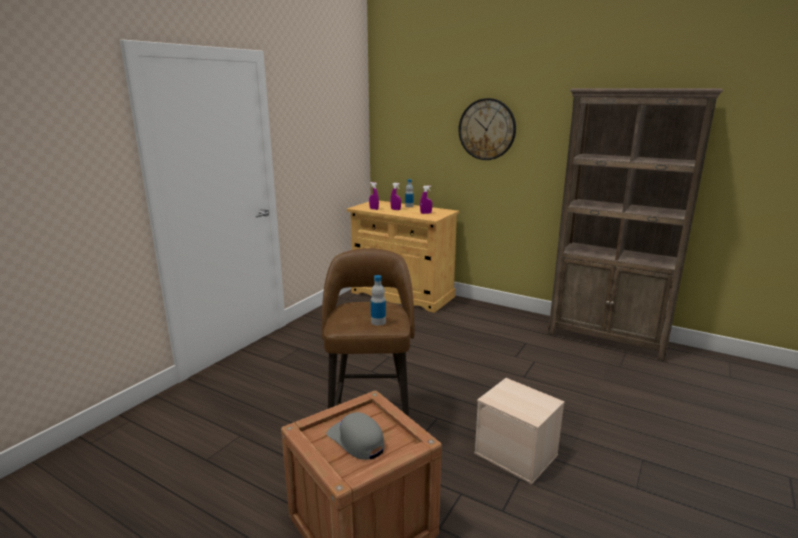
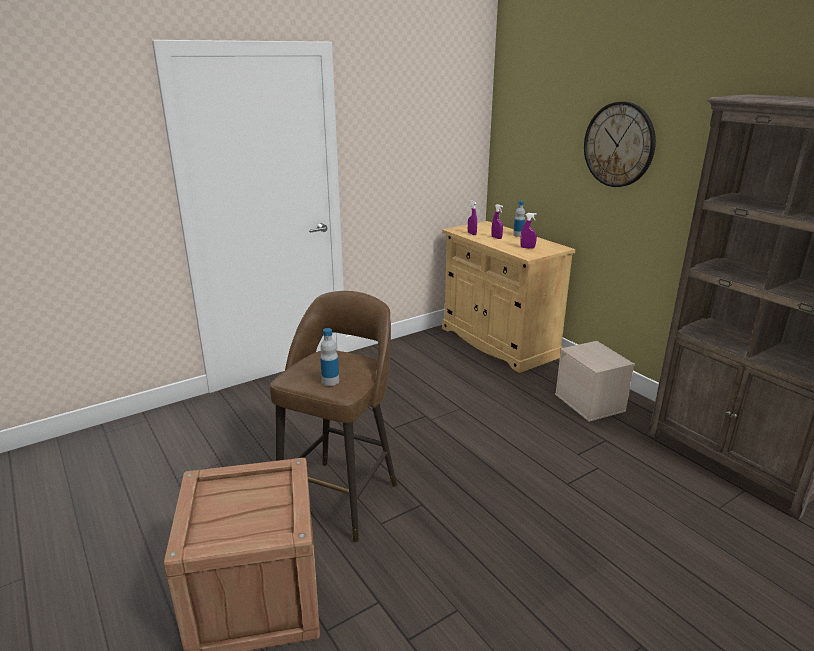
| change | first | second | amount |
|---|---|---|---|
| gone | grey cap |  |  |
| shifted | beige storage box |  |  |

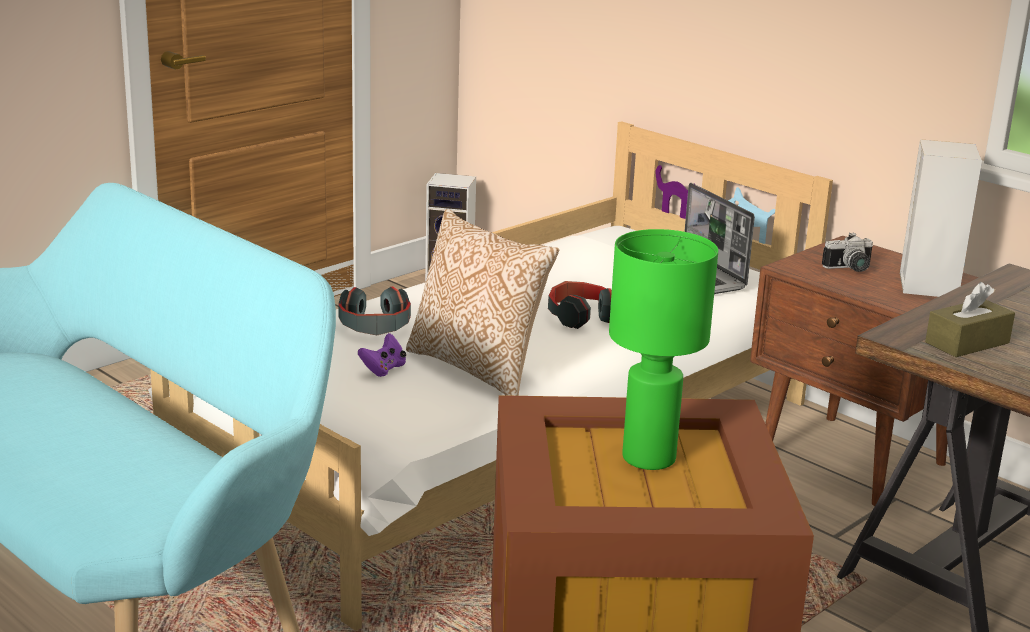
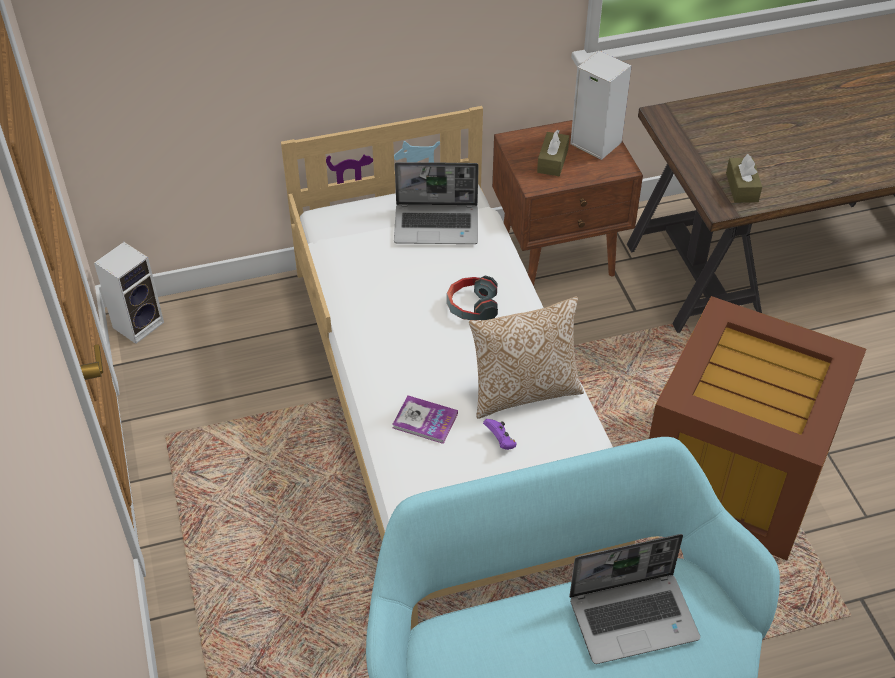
| change | first | second | amount |
|---|---|---|---|
| swapped | headphones (no. 1 from left) | book |  |
| gone | green table lamp |  |  |
| swapped | photo camera | brown tissue box (no. 1 from left) |  |
| new |  | laptop (no. 2 from left) |  |

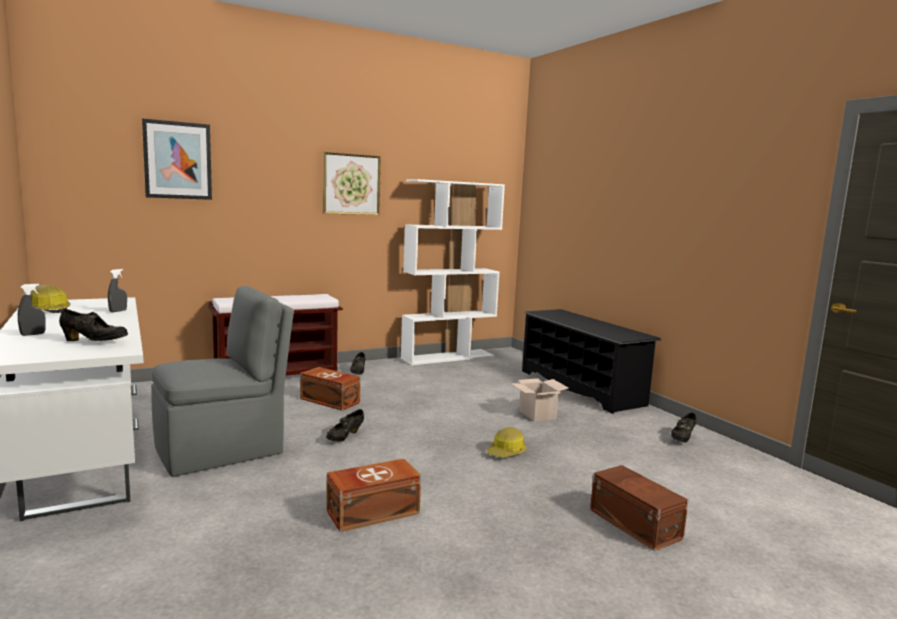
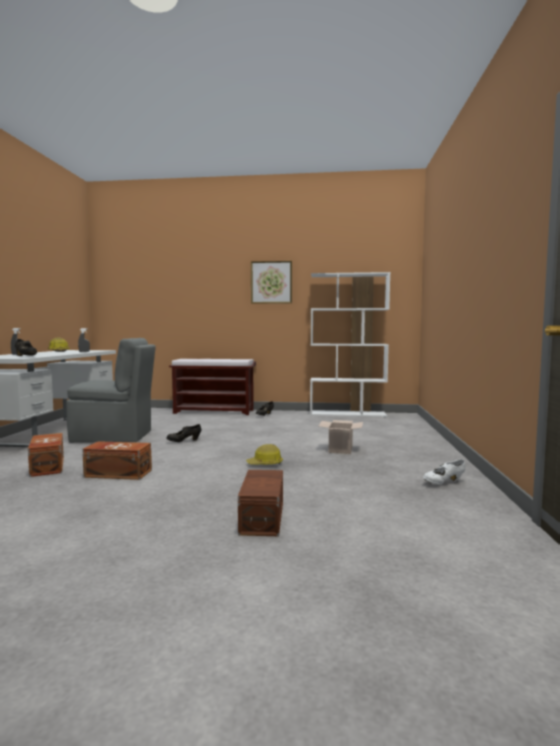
| change | first | second | amount |
|---|---|---|---|
| gone | picture (no. 1 from left) |  |  |
| shifted | brown storage box (no. 1 from left) |  |  |
| gone | black shoe rack |  |  |
| repainted | black shoe (no. 4 from left) | white shoe |  |

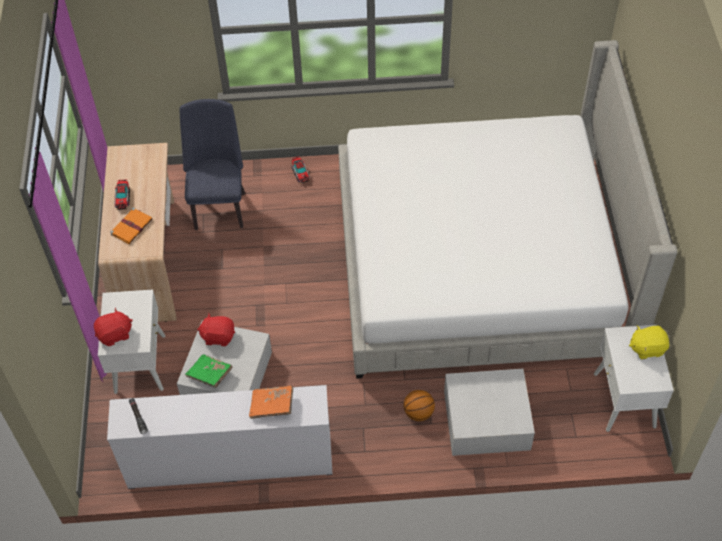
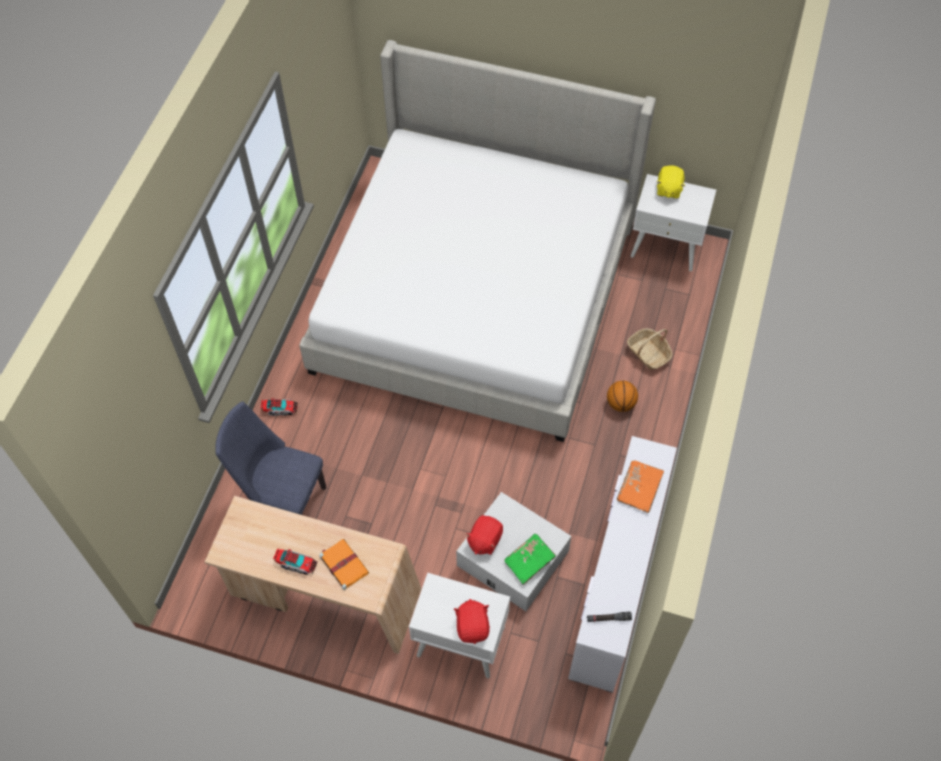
| change | first | second | amount |
|---|---|---|---|
| swapped | white storage box (no. 2 from left) | basket |  |

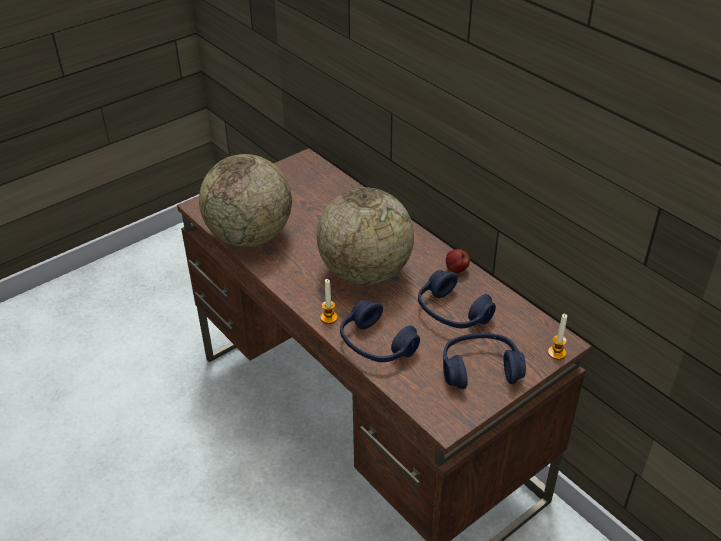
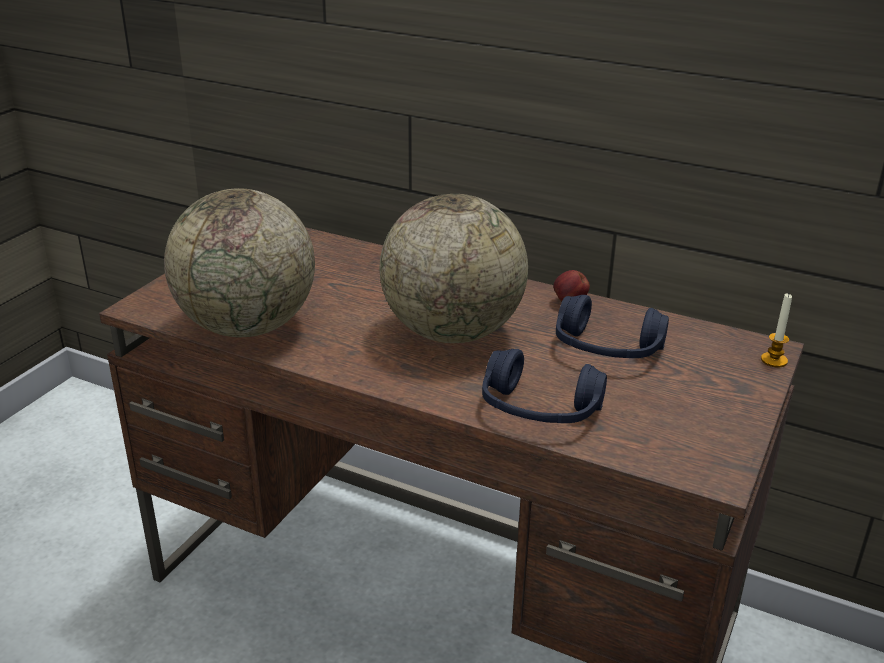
| change | first | second | amount |
|---|---|---|---|
| gone | candle (no. 1 from left) |  |  |
| gone | blue headphones (no. 3 from left) |  |  |

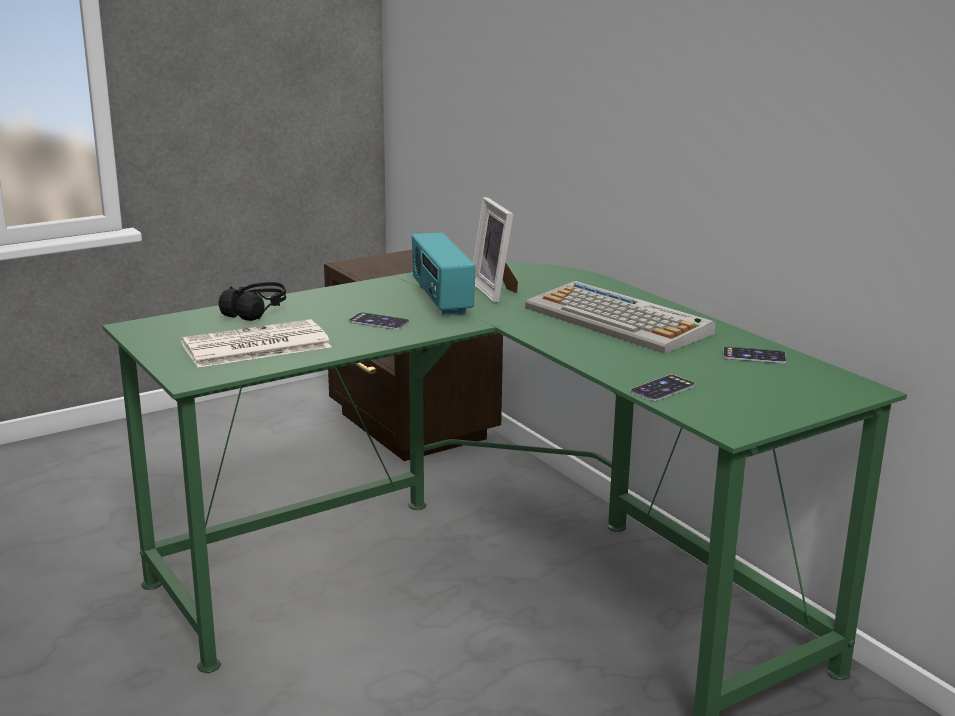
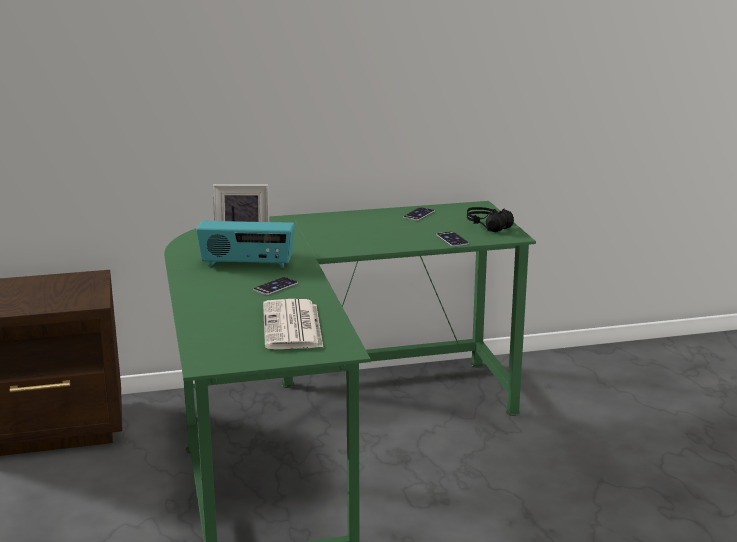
| change | first | second | amount |
|---|---|---|---|
| shifted | black headphones |  |  |
| gone | keyboard |  |  |

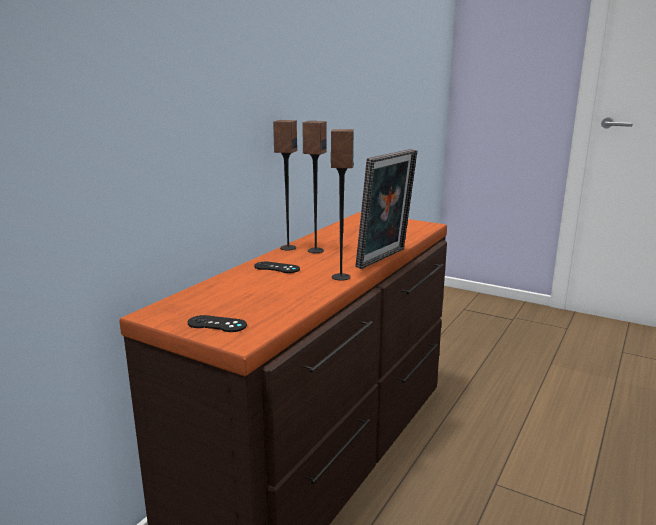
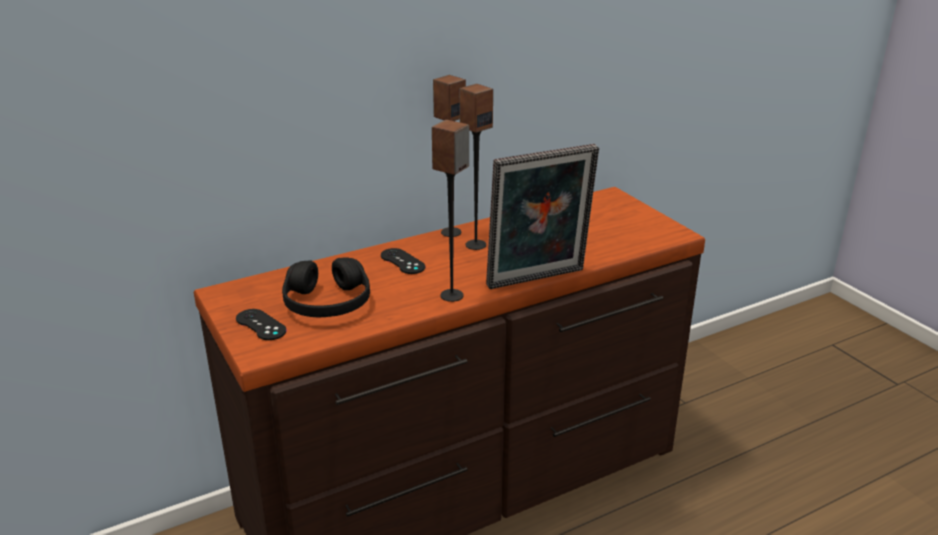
| change | first | second | amount |
|---|---|---|---|
| new |  | black headphones |  |

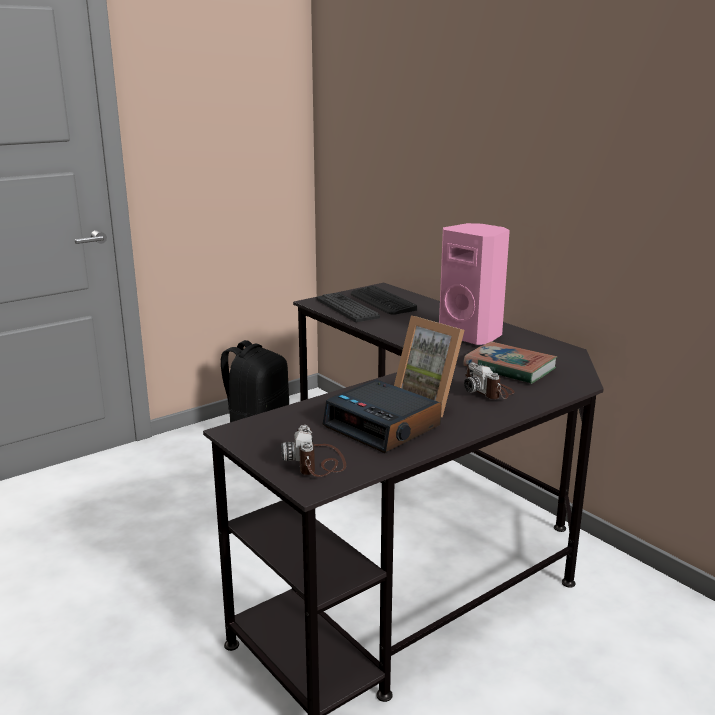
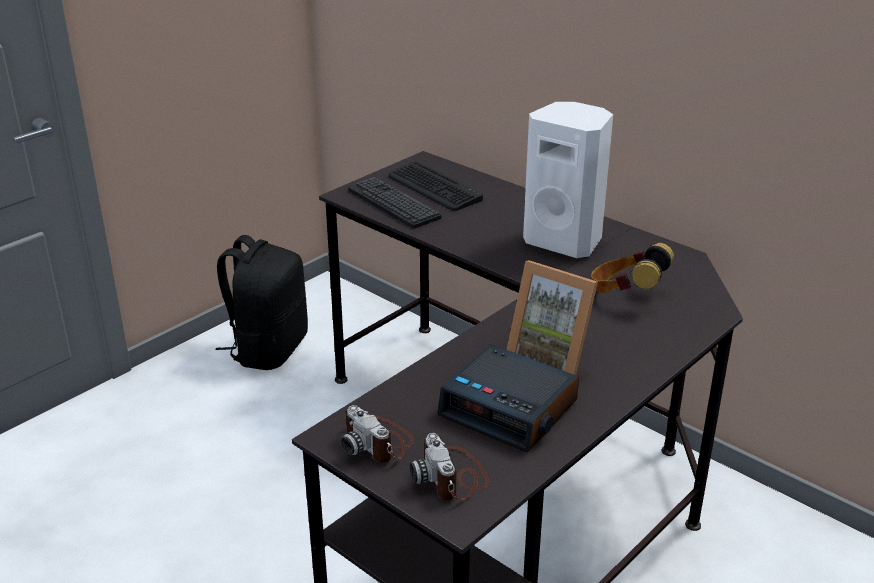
| change | first | second | amount |
|---|---|---|---|
| repainted | pink speaker | white speaker |  |
| swapped | book | headphones |  |
| shifted | photo camera (no. 2 from left in the first image) | photo camera (no. 1 from left) |  |

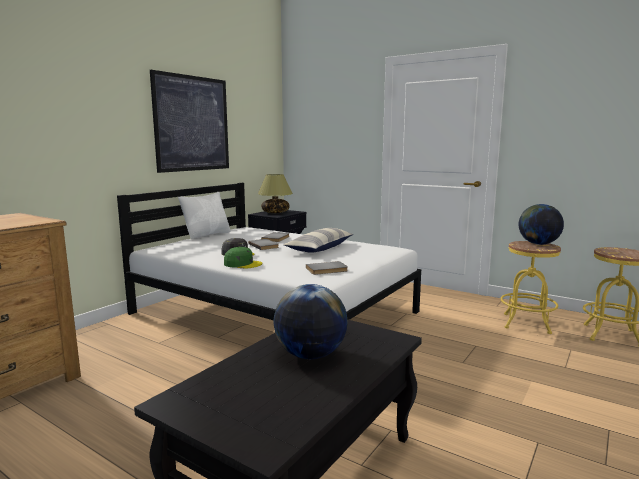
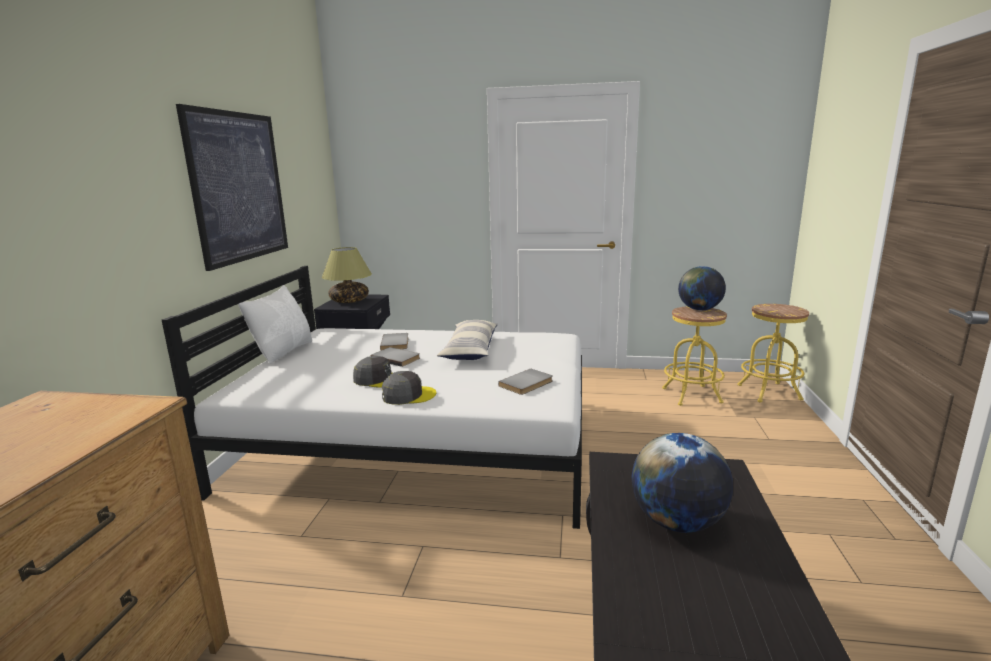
| change | first | second | amount |
|---|---|---|---|
| repainted | green cap | grey cap (no. 2 from left) |  |

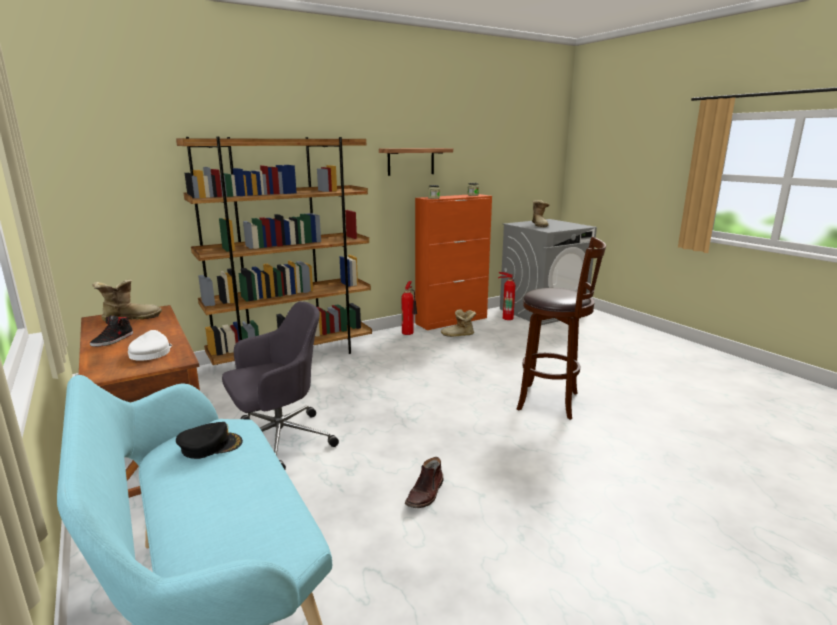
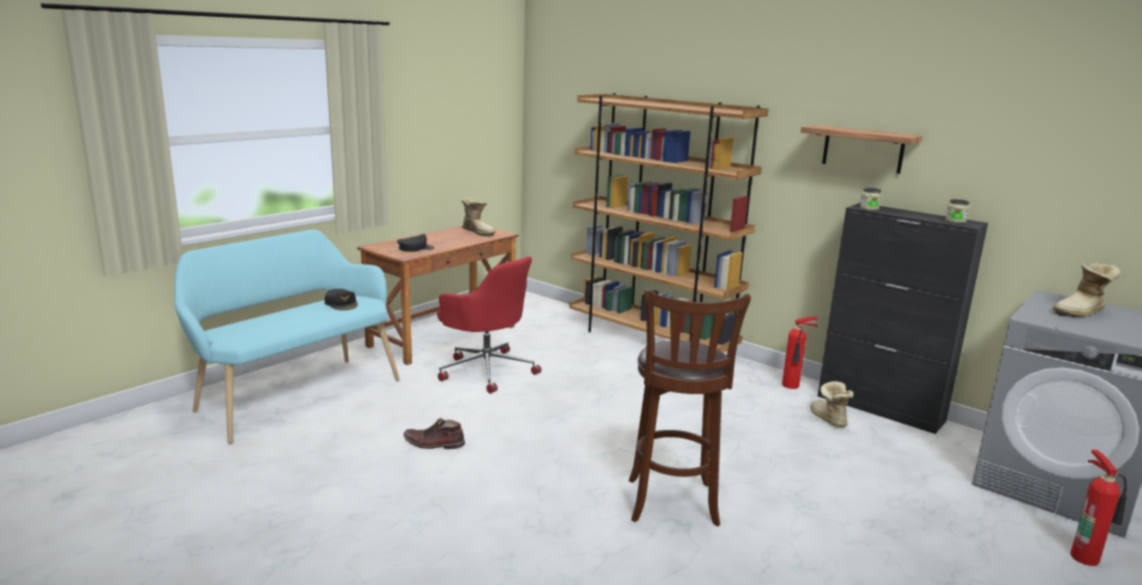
| change | first | second | amount |
|---|---|---|---|
| gone | black shoe |  |  |
| repainted | white cap | black cap (no. 2 from left) |  |
| repainted | grey office chair | red office chair |  |
| repainted | orange cabinet | black cabinet |  |
| shifted | fire extinguisher (no. 2 from left) |  |  |

